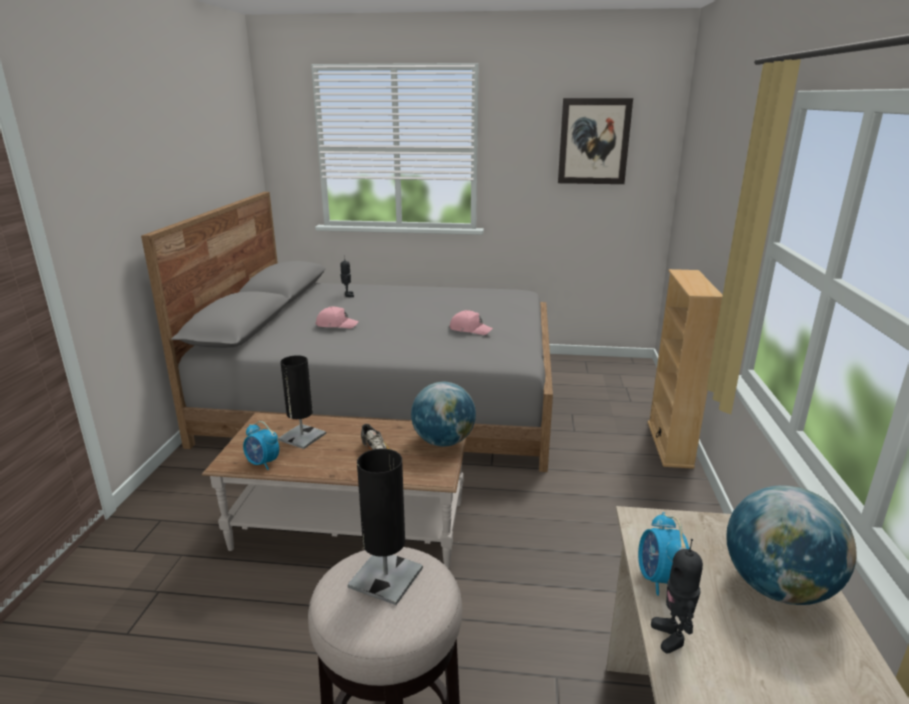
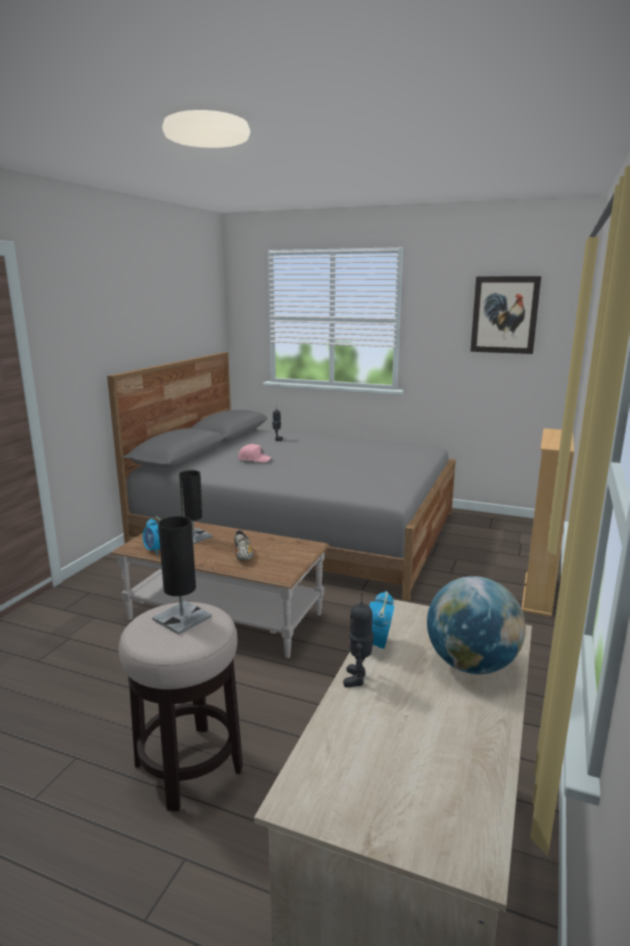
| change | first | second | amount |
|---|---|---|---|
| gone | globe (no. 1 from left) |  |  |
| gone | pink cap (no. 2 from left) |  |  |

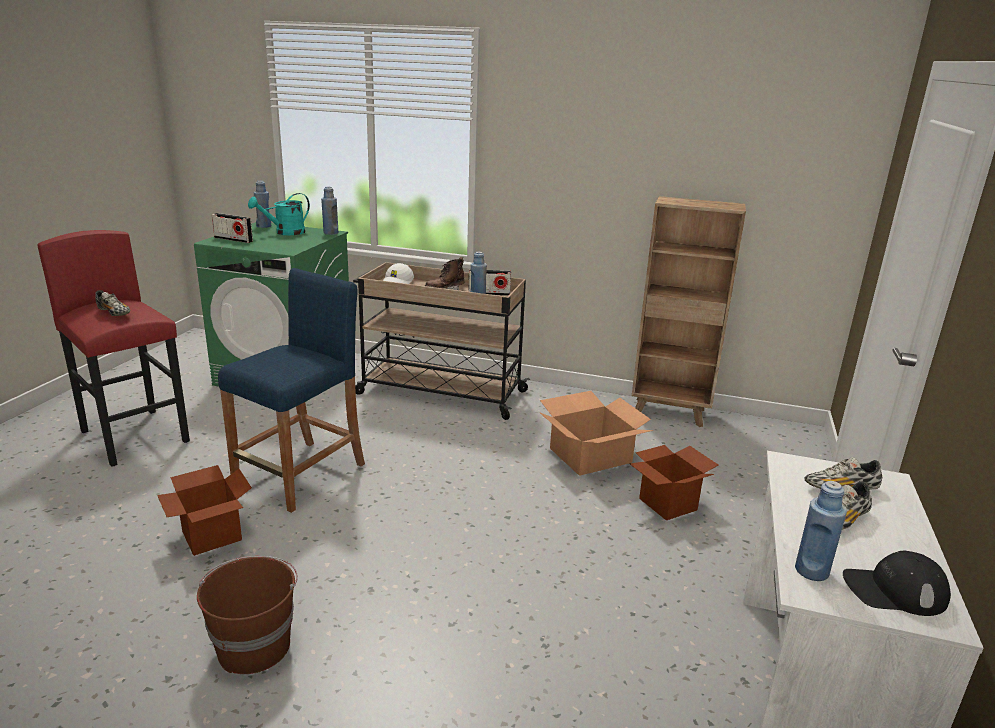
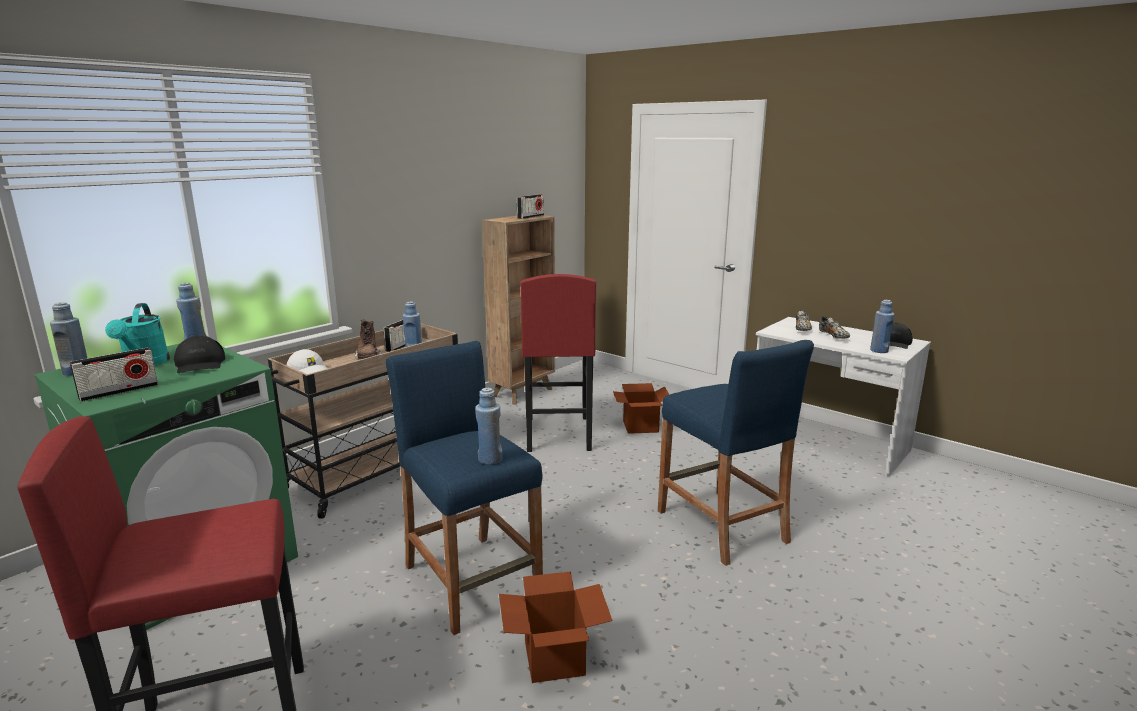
| change | first | second | amount |
|---|---|---|---|
| gone | shoe (no. 1 from left) |  |  |
| gone | brown bucket |  |  |
| swapped | cardboard box (no. 2 from left) | red stool (no. 2 from left) |  |
| new |  | black cap (no. 1 from left) |  |
| new |  | blue bottle (no. 4 from left) |  |
| new |  | radio (no. 3 from left) |  |
| new |  | blue stool (no. 2 from left) |  |

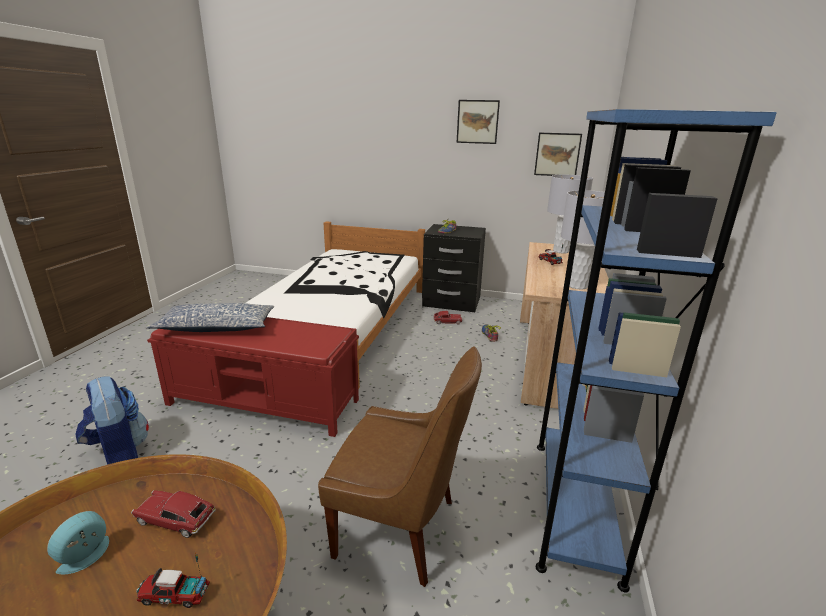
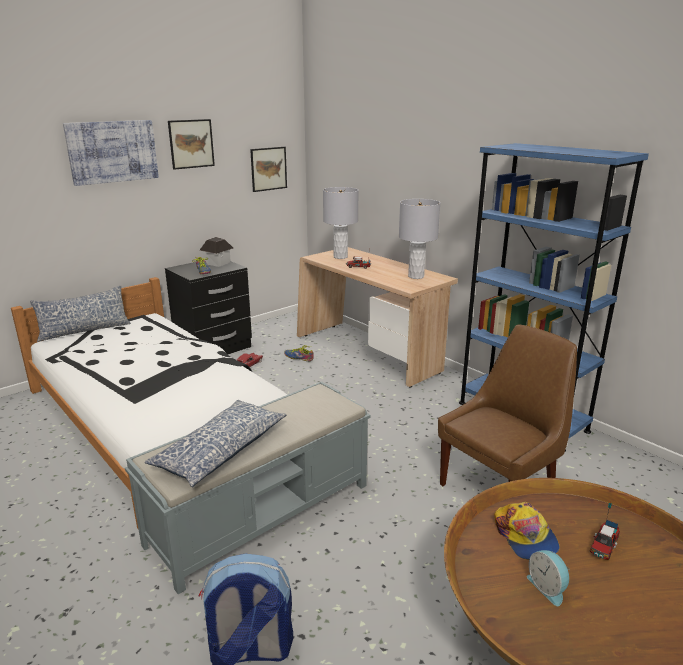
| change | first | second | amount |
|---|---|---|---|
| swapped | toy car (no. 1 from left) | cap |  |
| repainted | red bench | grey bench |  |
| new |  | pillow (no. 1 from left) |  |
| new |  | picture (no. 1 from left) |  |
| new |  | toy house |  |

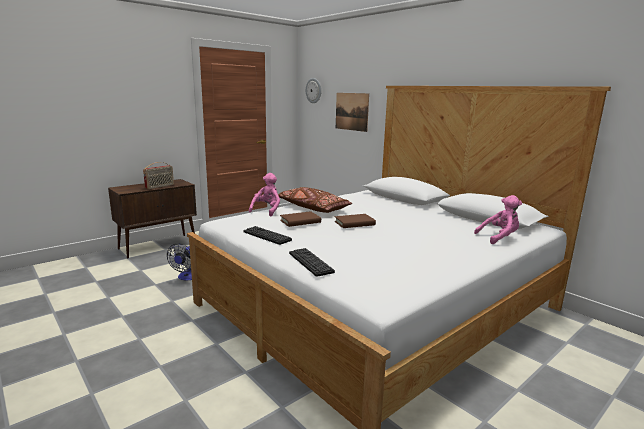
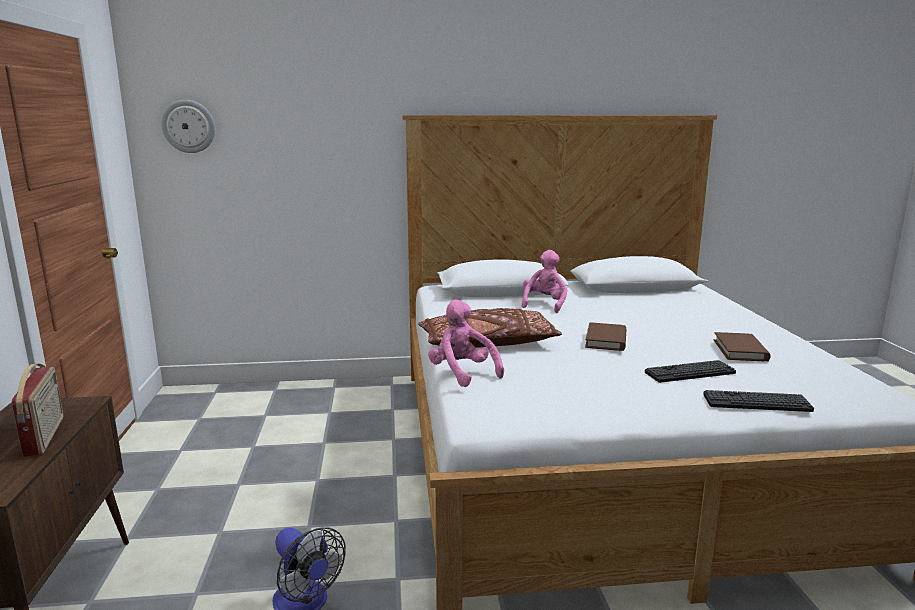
| change | first | second | amount |
|---|---|---|---|
| shifted | keyboard (no. 1 from left) |  |  |
| shifted | brown book (no. 1 from left in the first image) | brown book (no. 2 from left) |  |
| gone | picture |  |  |
| shifted | pink plush toy (no. 2 from left) |  |  |

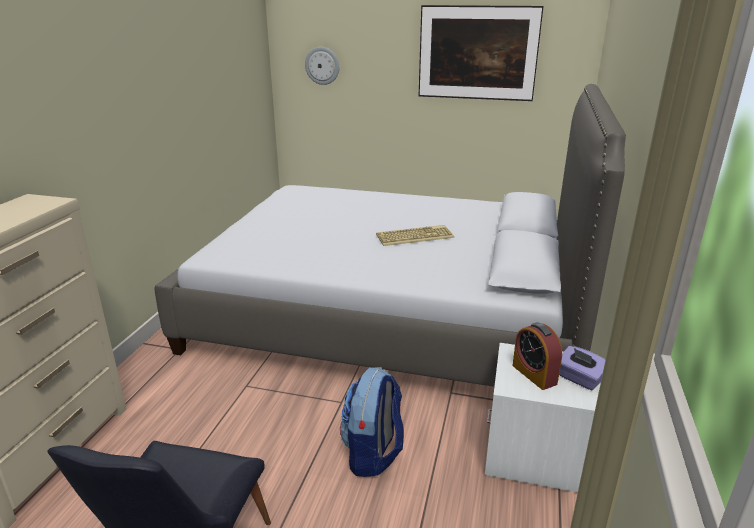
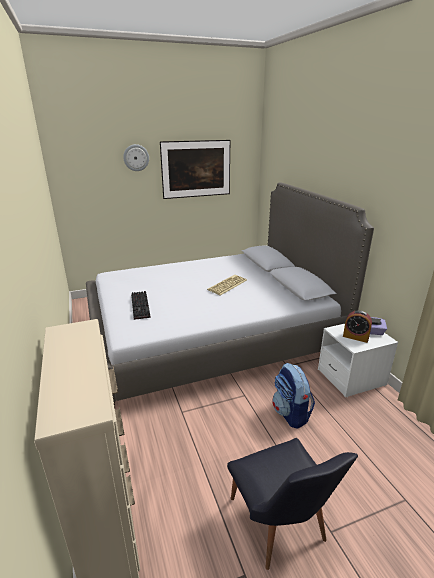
| change | first | second | amount |
|---|---|---|---|
| shifted | wall clock |  |  |
| new |  | keyboard (no. 1 from left) |  |

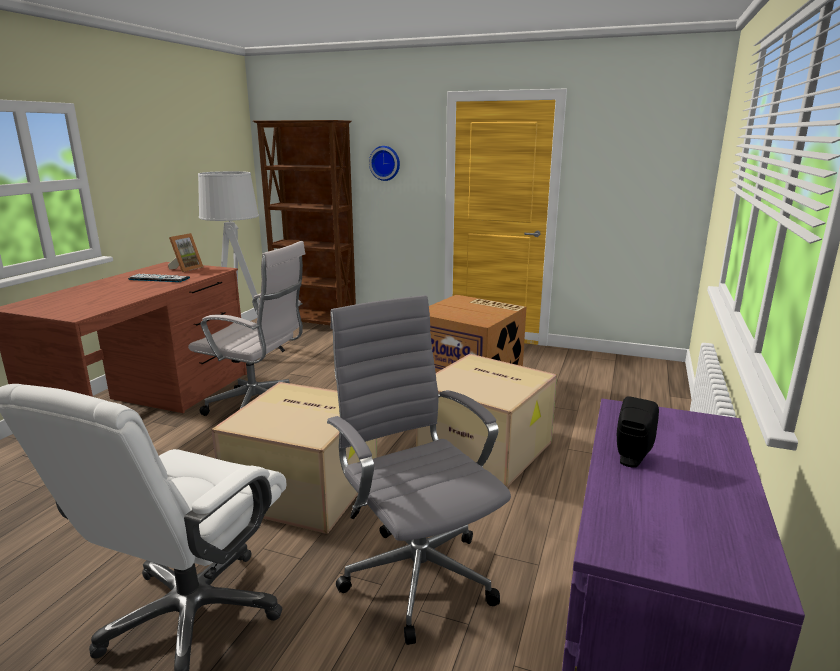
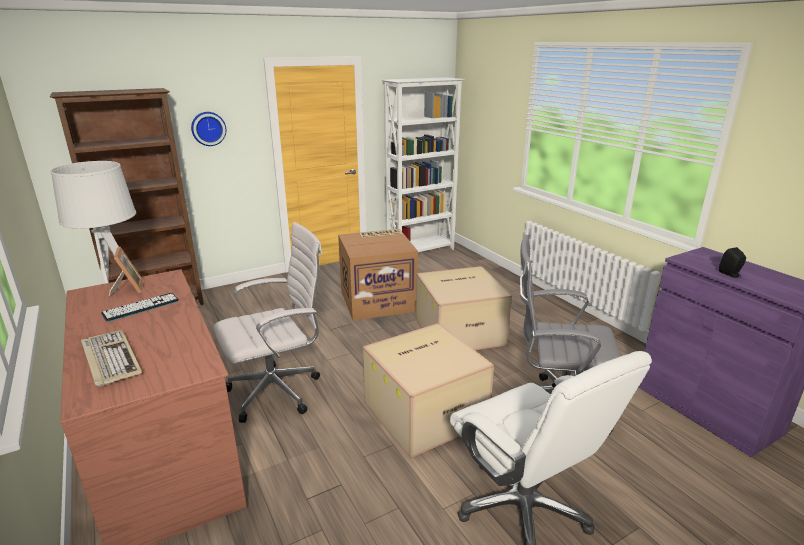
| change | first | second | amount |
|---|---|---|---|
| new |  | keyboard (no. 1 from left) |  |
| new |  | white bookcase |  |

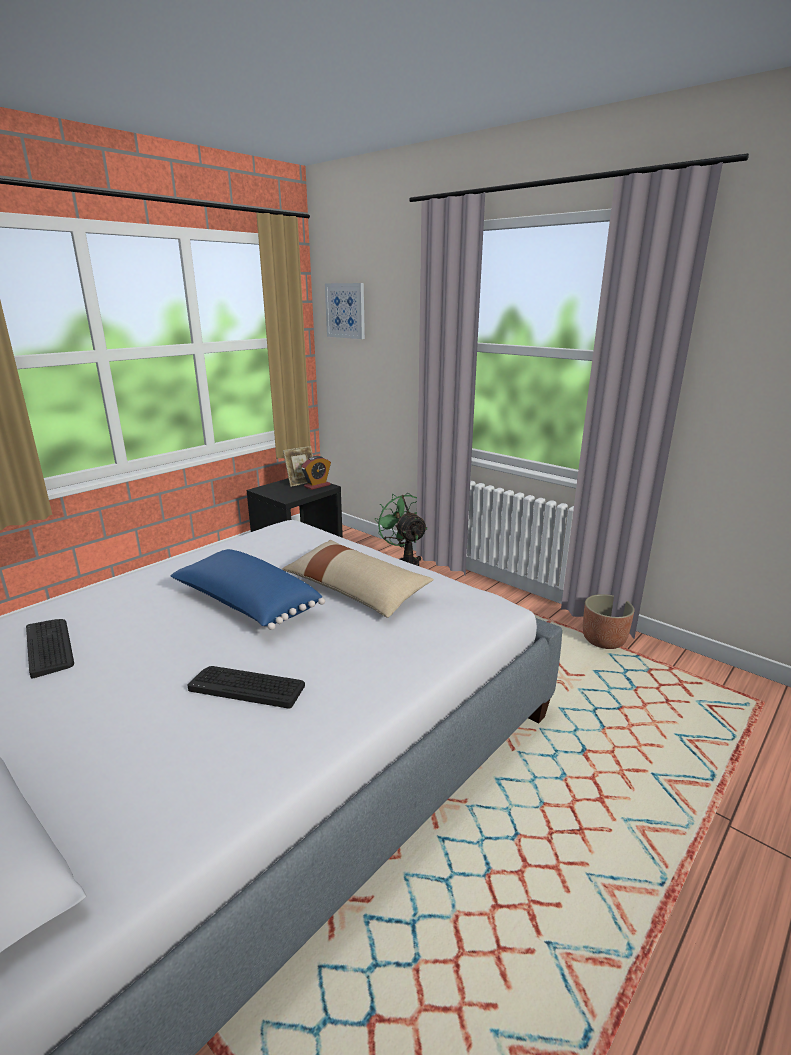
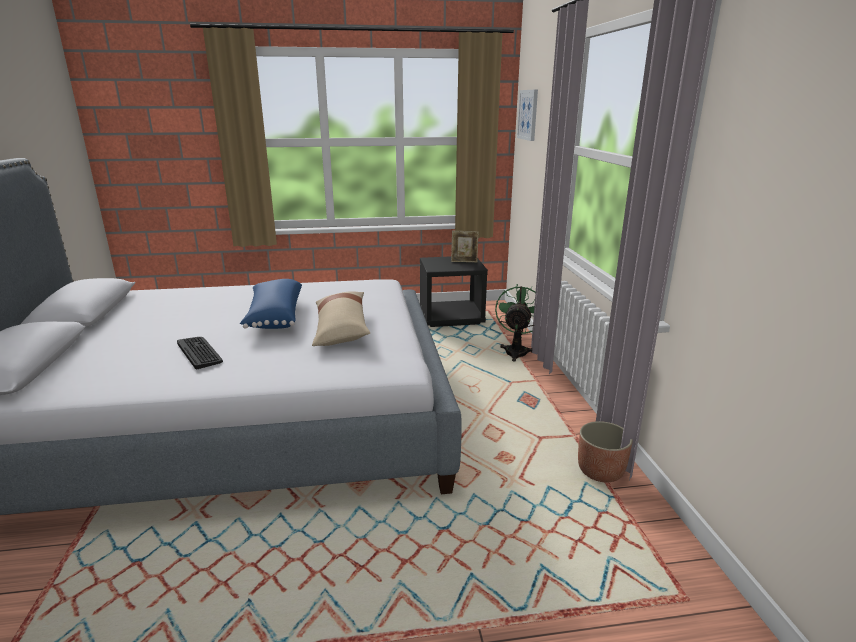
| change | first | second | amount |
|---|---|---|---|
| gone | keyboard (no. 1 from left) |  |  |
| gone | alarm clock |  |  |

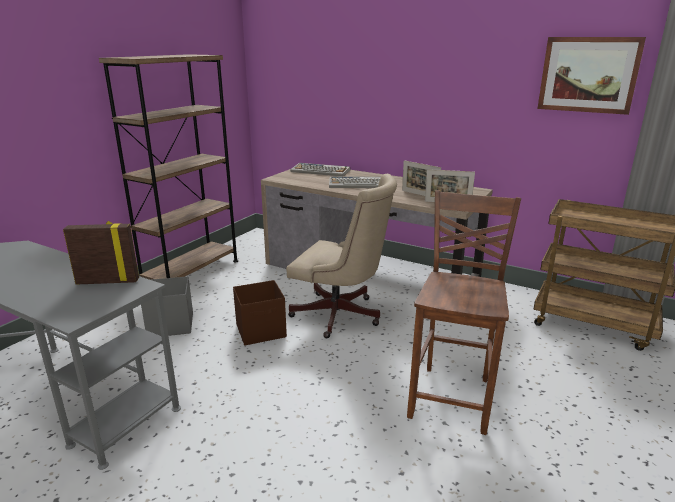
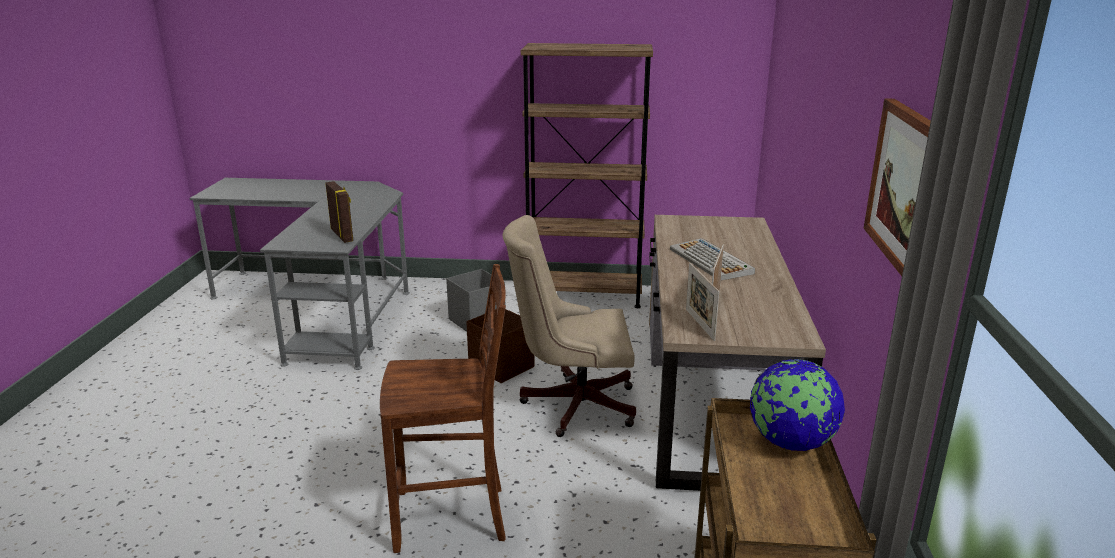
| change | first | second | amount |
|---|---|---|---|
| rotated | beige office chair |  | 90 degrees clockwise |
| gone | keyboard (no. 1 from left) |  |  |
| new |  | globe |  |

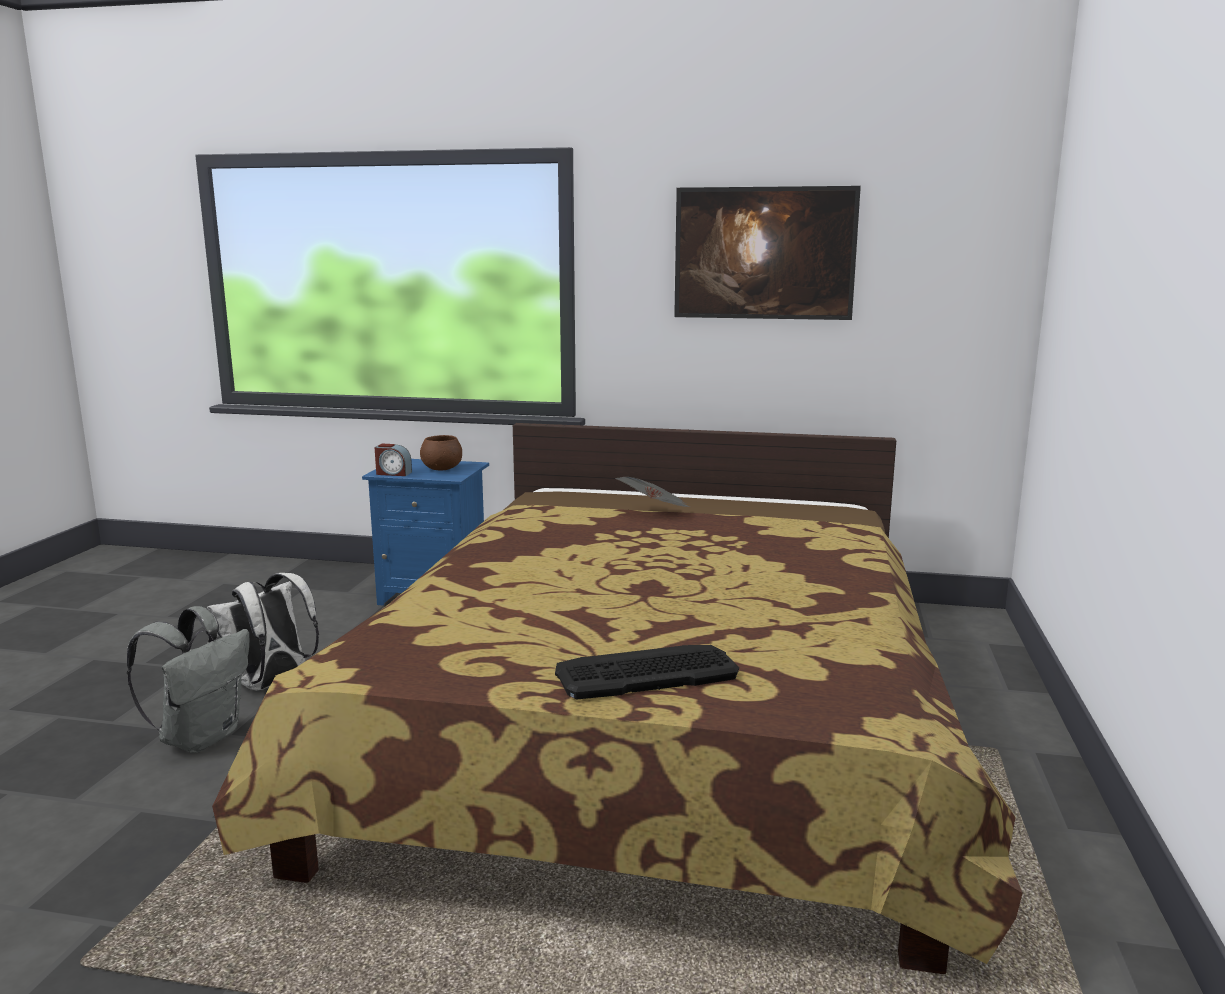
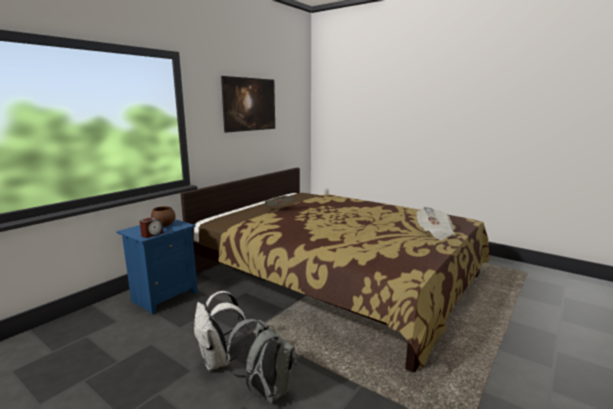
| change | first | second | amount |
|---|---|---|---|
| swapped | keyboard | newspaper (no. 2 from left) |  |

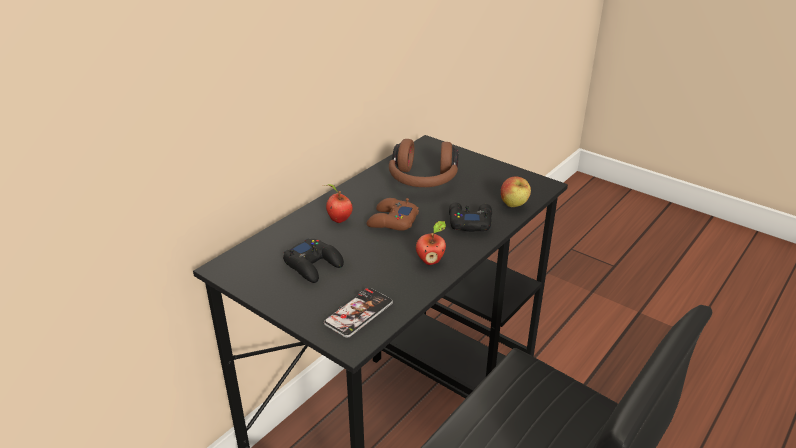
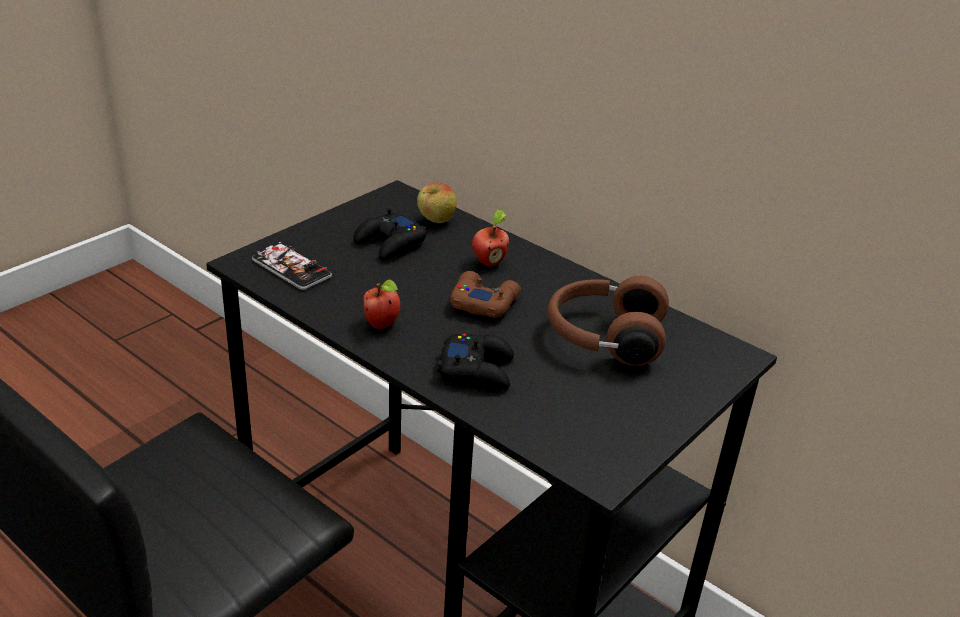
| change | first | second | amount |
|---|---|---|---|
| shifted | apple (no. 3 from left in the first image) | apple (no. 2 from left) |  |

